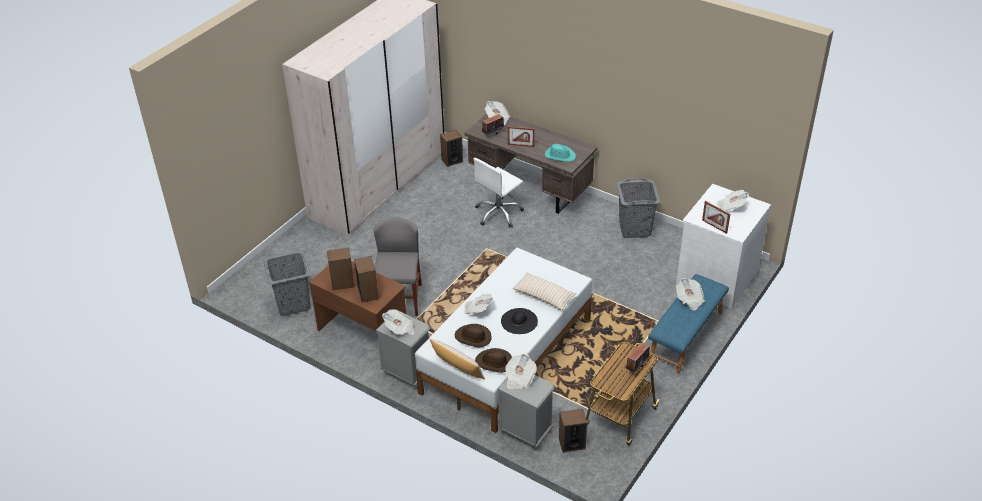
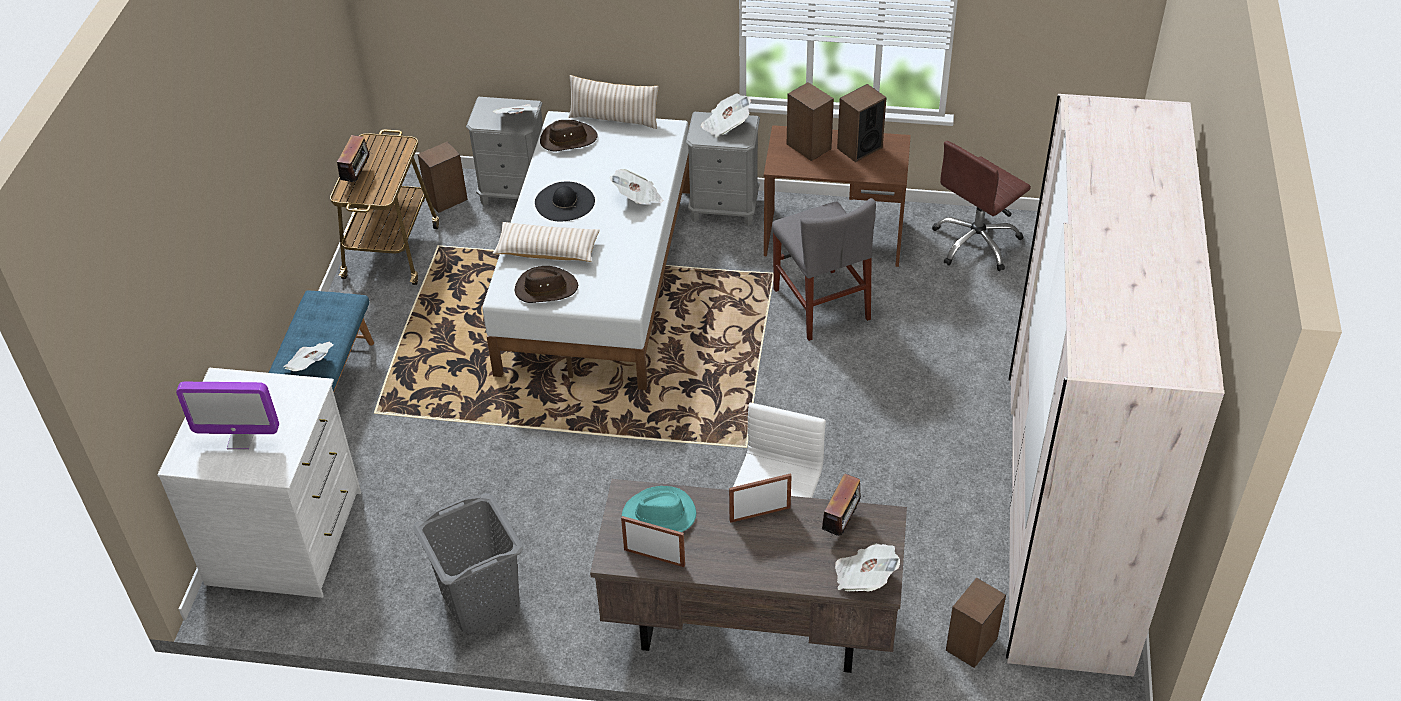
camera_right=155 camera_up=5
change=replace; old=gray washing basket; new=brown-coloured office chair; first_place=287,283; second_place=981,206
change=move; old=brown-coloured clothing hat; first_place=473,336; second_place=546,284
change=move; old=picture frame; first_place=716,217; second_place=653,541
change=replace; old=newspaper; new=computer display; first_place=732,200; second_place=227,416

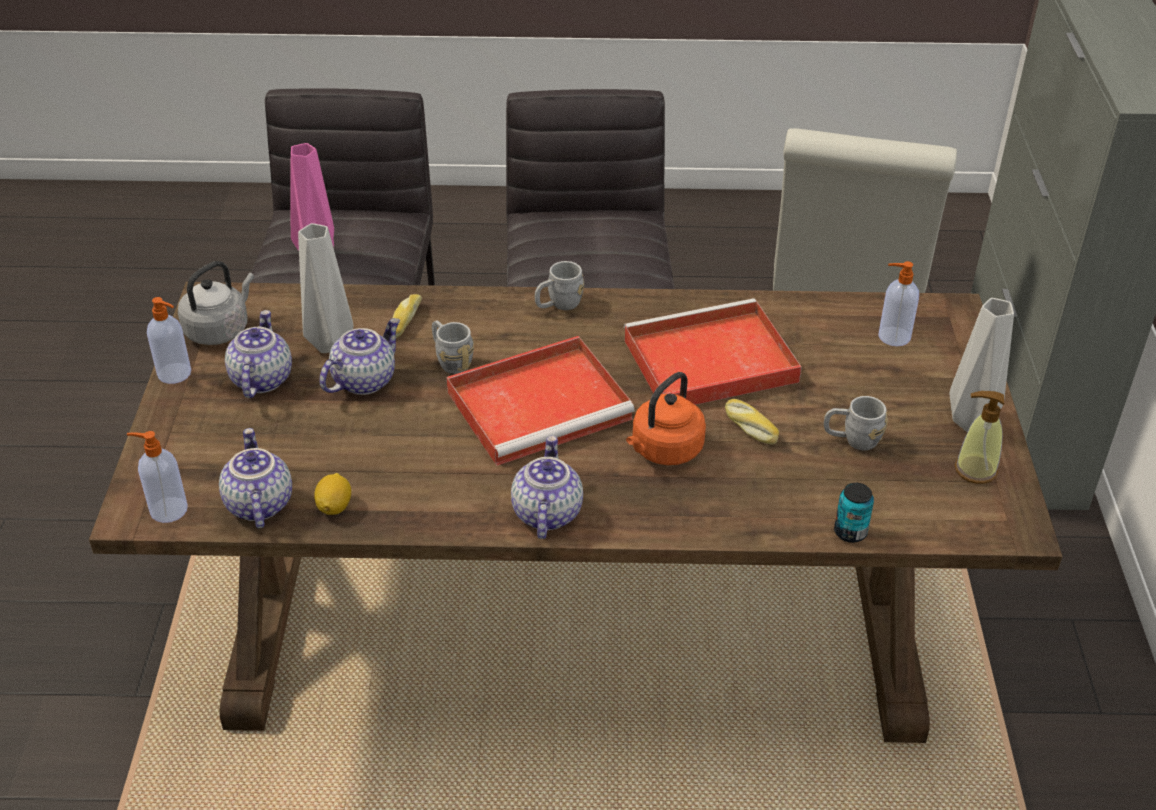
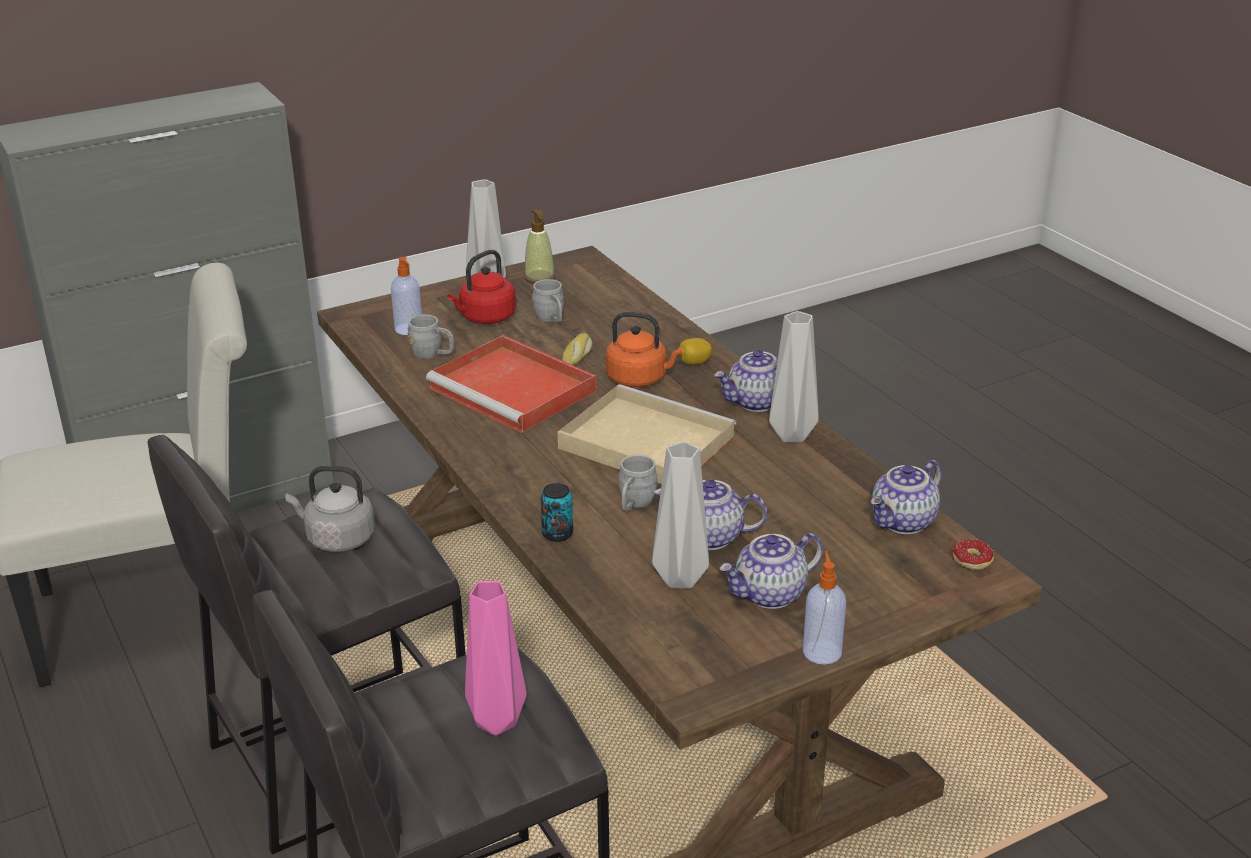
camera_right=-120 camera_up=-10
change=replace; old=soap bottle; new=ring doughnut; first_place=157,477; second_place=973,554
change=move; old=gray water kettle; first_place=216,303; second_place=330,509
change=move; old=whole lemon; first_place=332,494; second_place=695,351
change=delete; old=baked bread; first_place=407,316
change=recolor; old=red-coloured tray; new=sand-coloured tray; first_place=541,401; second_place=646,434
change=move; old=gray tea mug; first_place=559,285; second_place=430,336
change=move; old=metal can; first_place=854,513; second_place=557,512
change=insert; new=red-coloured water kettle; second_place=481,287
change=insert; new=gray flower vase; second_place=794,376

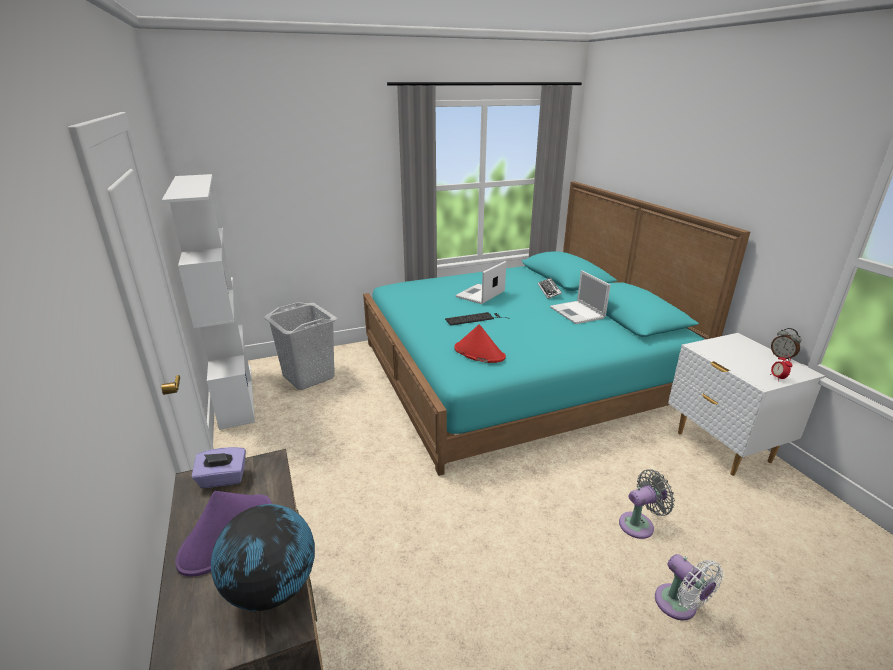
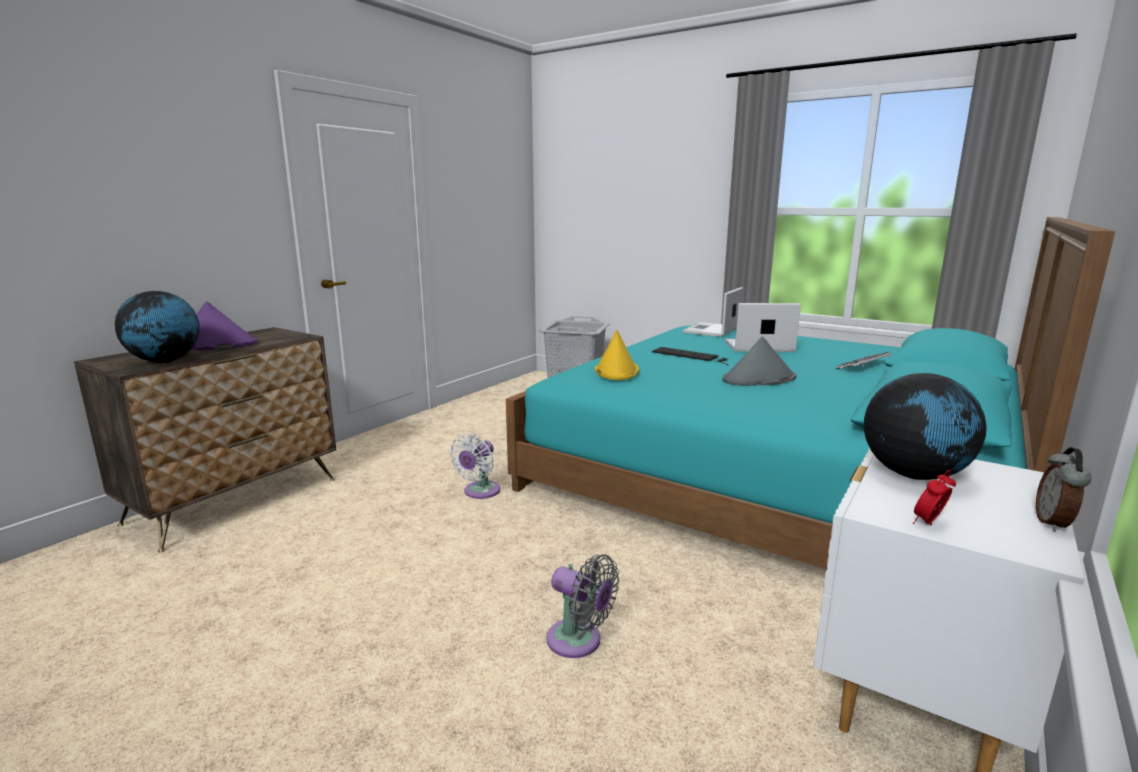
camera_right=55 camera_up=-10
change=delete; old=white-coloured bookcase; first_place=208,302
change=delete; old=purple-coloured tissue box; first_place=218,467
change=recolor; old=red-coloured clothing hat; new=yellow-coloured clothing hat; first_place=480,343; second_place=617,355
change=move; old=notebook computer; first_place=580,297; second_place=712,312
change=move; old=white-coloured electric fan; first_place=689,587; second_place=475,466
change=insert; new=gray clothing hat; second_place=759,361
change=insert; new=desk globe; second_place=925,426

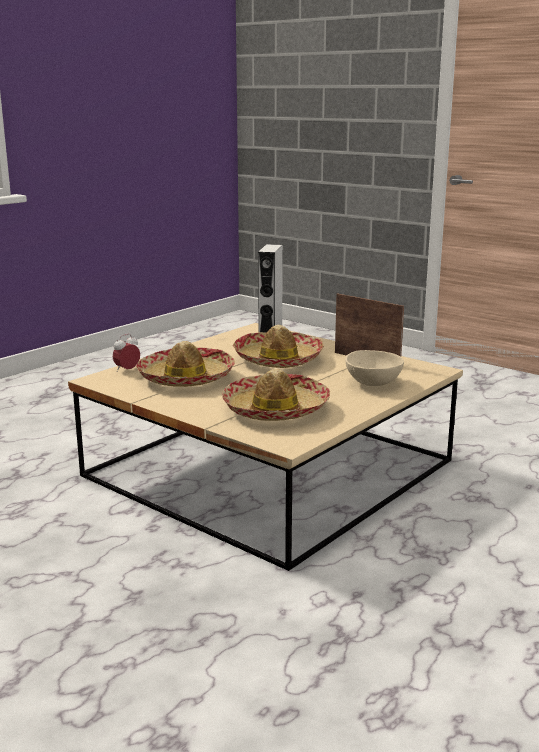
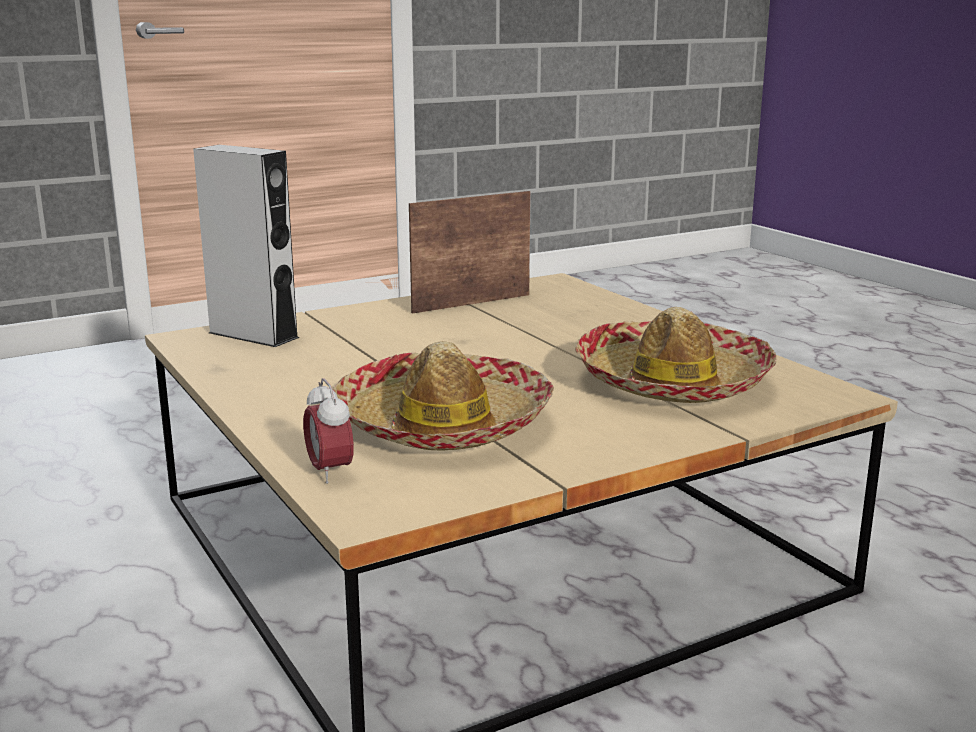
camera_right=-70 camera_up=0
change=delete; old=clothing hat; first_place=278,346
change=delete; old=sand-coloured deep dish; first_place=374,368

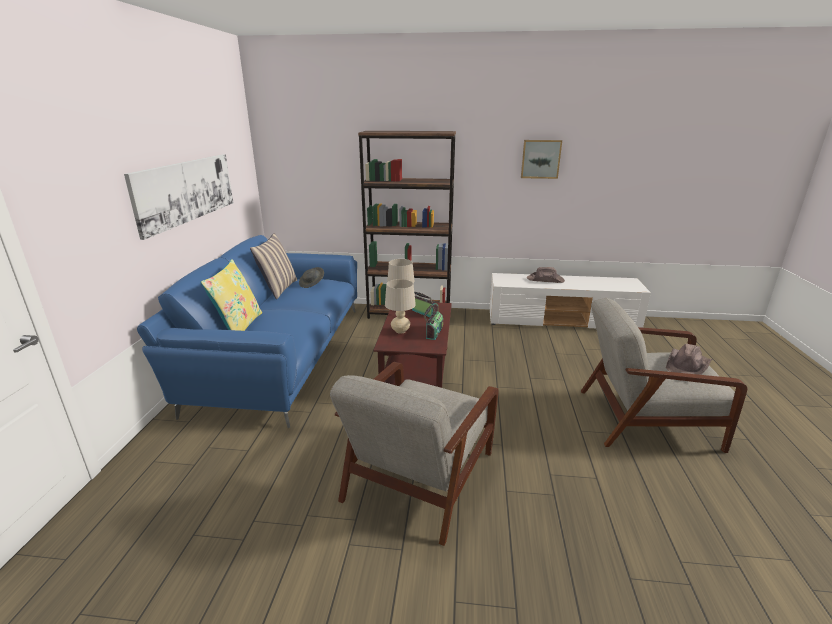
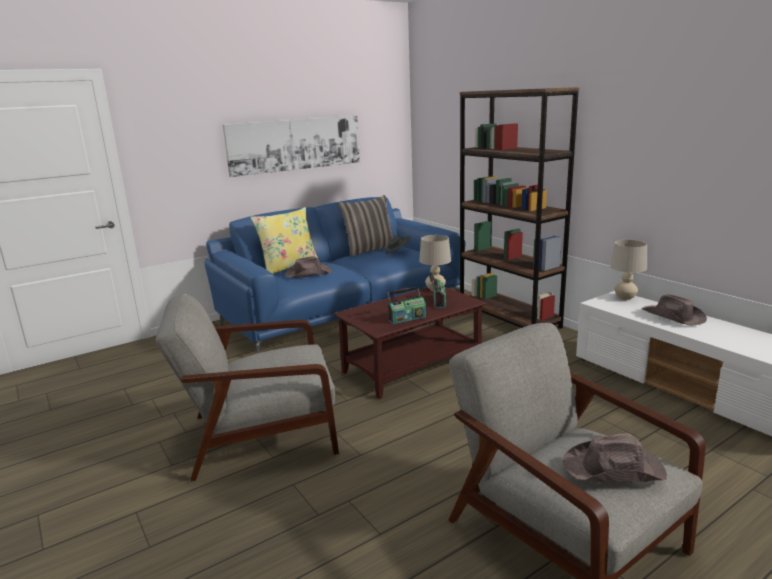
camera_right=50 camera_up=-5
change=move; old=sand-coloured tabletop lamp; first_place=400,306; second_place=628,270
change=delete; old=wall art; first_place=541,159
change=insert; new=brown-coloured clothing hat; second_place=308,267

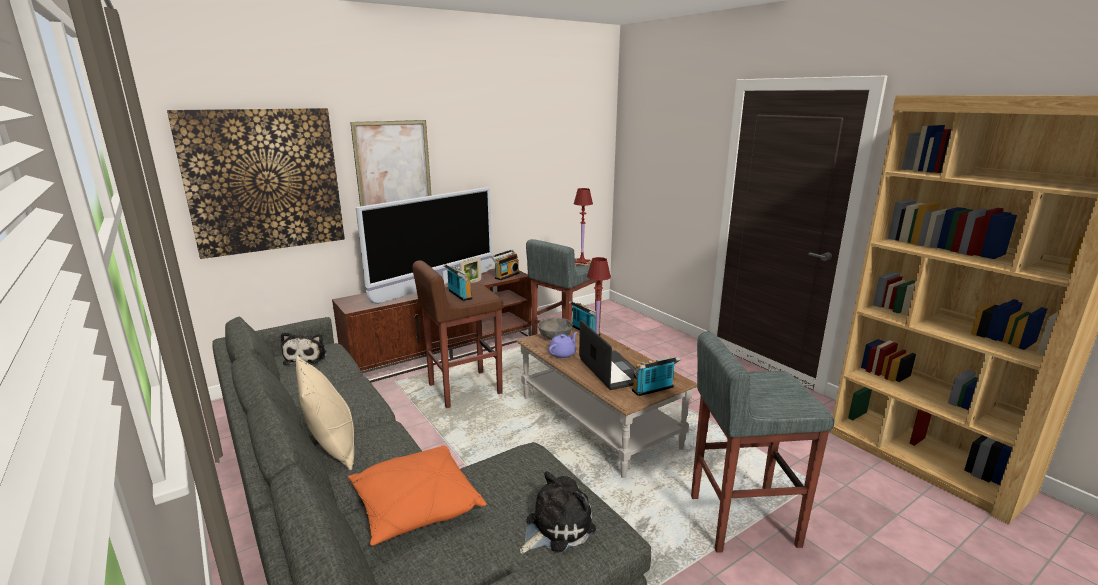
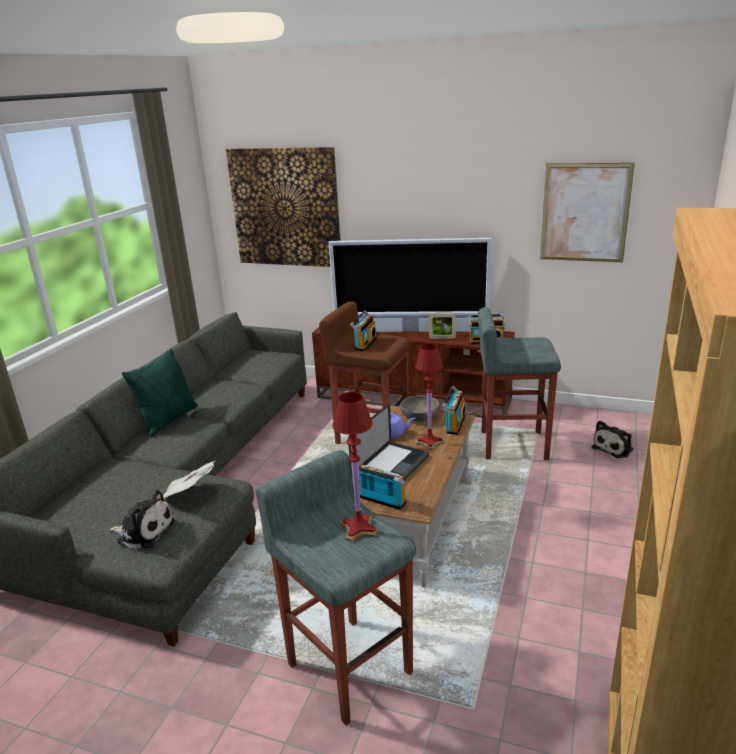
camera_right=55 camera_up=5
change=move; old=soft toy; first_place=304,348; second_place=612,439
change=recolor; old=sand-coloured cushion; new=greenish cushion; first_place=325,413; second_place=160,393
change=delete; old=orange-coloured cushion; first_place=417,495
change=move; old=wall art; first_place=391,163; second_place=587,212
change=move; old=red-coloured tabletop lamp; first_place=583,227; second_place=355,467
change=insert; new=newspaper; second_place=189,479

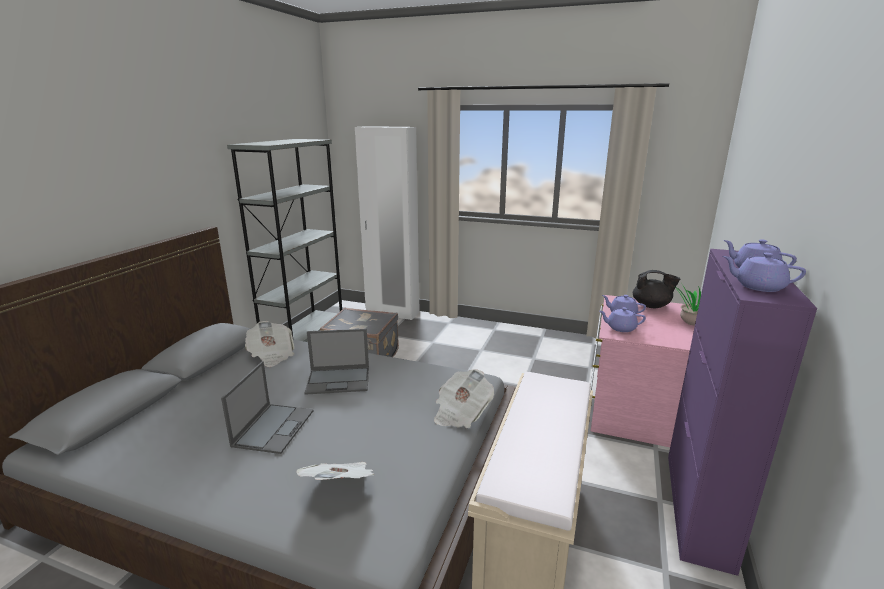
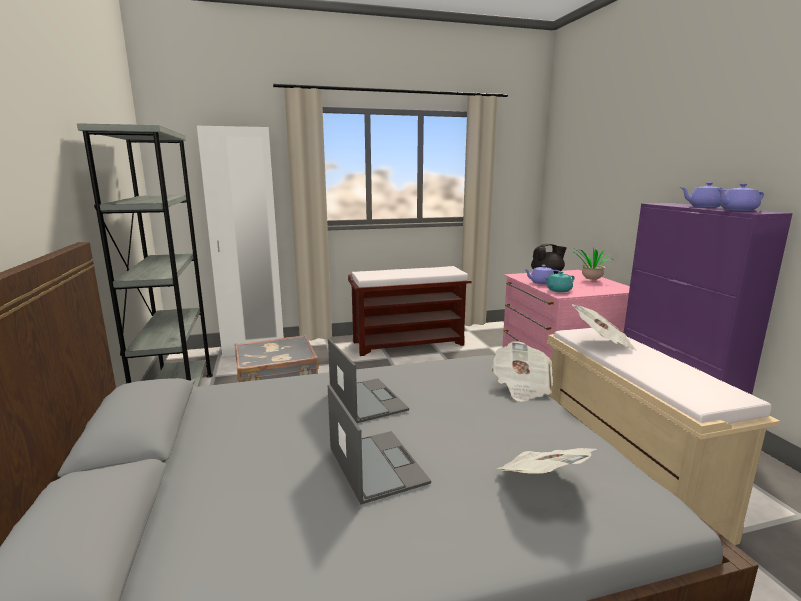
camera_right=-35 camera_up=-5
change=move; old=newspaper; first_place=269,344; second_place=605,327
change=rotate; old=notebook computer; first_place=337,362; second_place=368,381; degrees=-75
change=recolor; old=purple-coloured teapot; new=blue-green teapot; first_place=622,319; second_place=559,281
change=insert; new=brown-coloured indoor bench; second_place=409,311

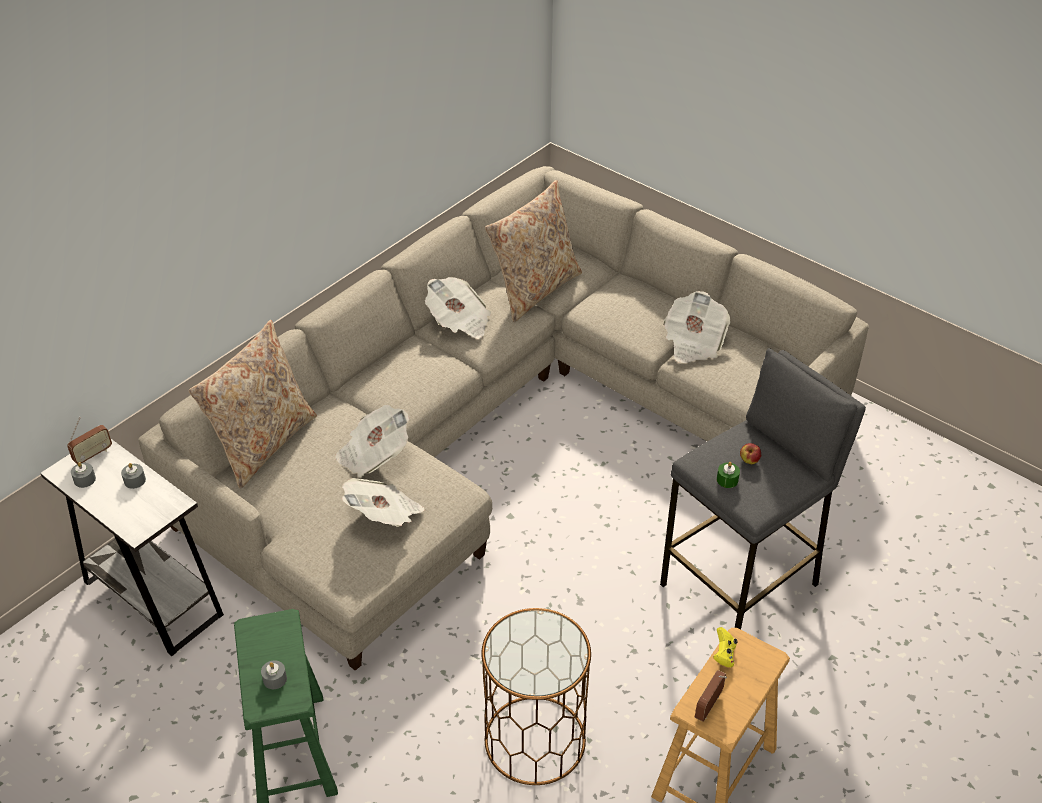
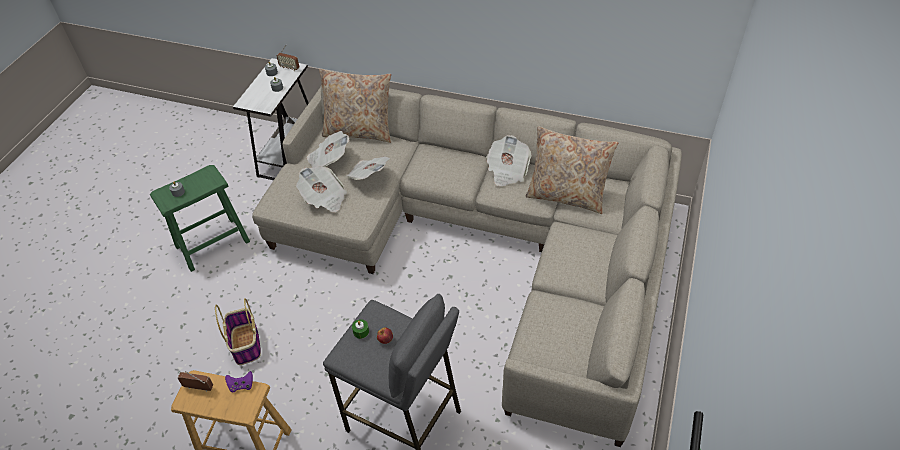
camera_right=70 camera_up=5
change=replace; old=brown-coloured accent table; new=household basket; first_place=536,696; second_place=238,331
change=move; old=newspaper; first_place=697,327; second_place=328,149
change=recolor; old=yellow-coloured gamepad; new=purple-coloured gamepad; first_place=725,647; second_place=239,381

